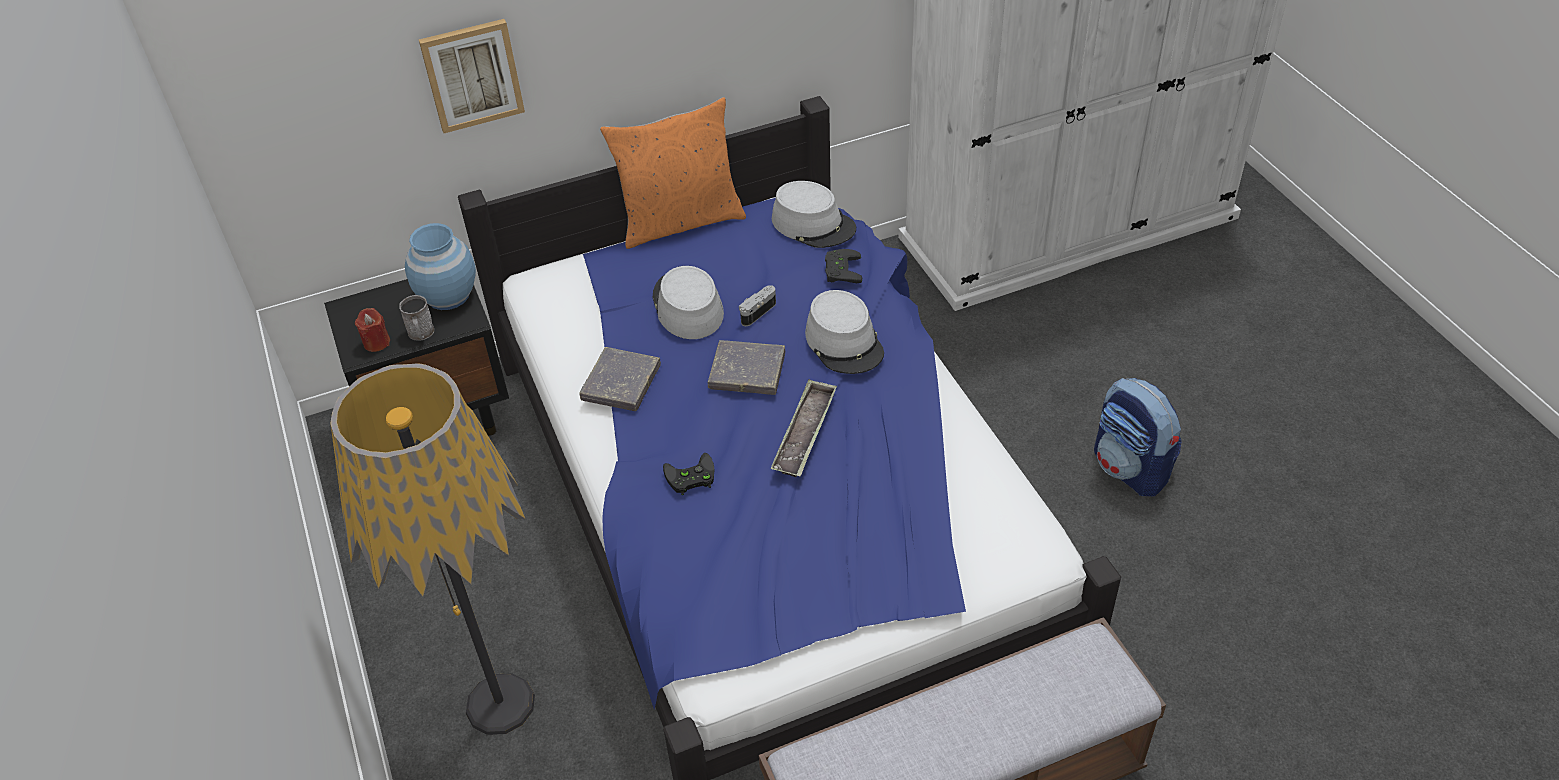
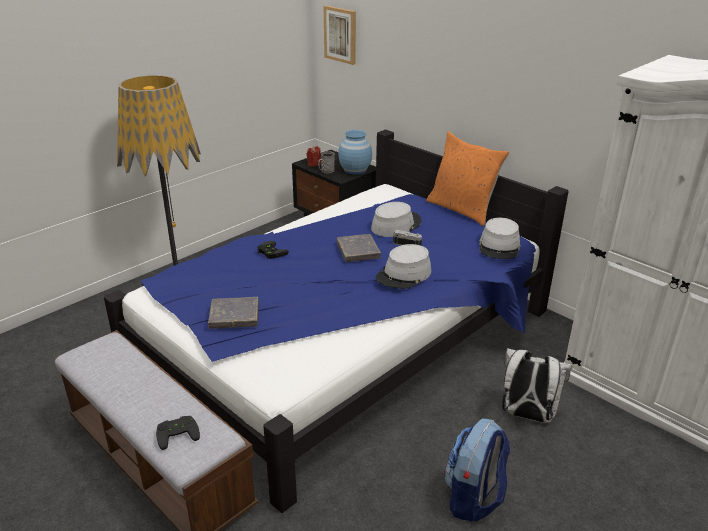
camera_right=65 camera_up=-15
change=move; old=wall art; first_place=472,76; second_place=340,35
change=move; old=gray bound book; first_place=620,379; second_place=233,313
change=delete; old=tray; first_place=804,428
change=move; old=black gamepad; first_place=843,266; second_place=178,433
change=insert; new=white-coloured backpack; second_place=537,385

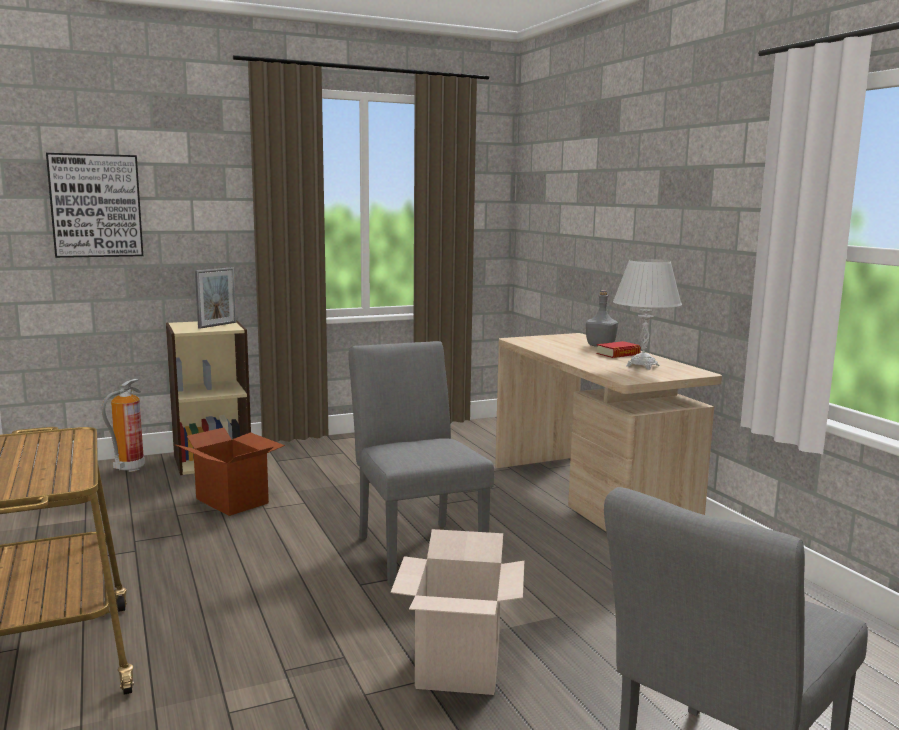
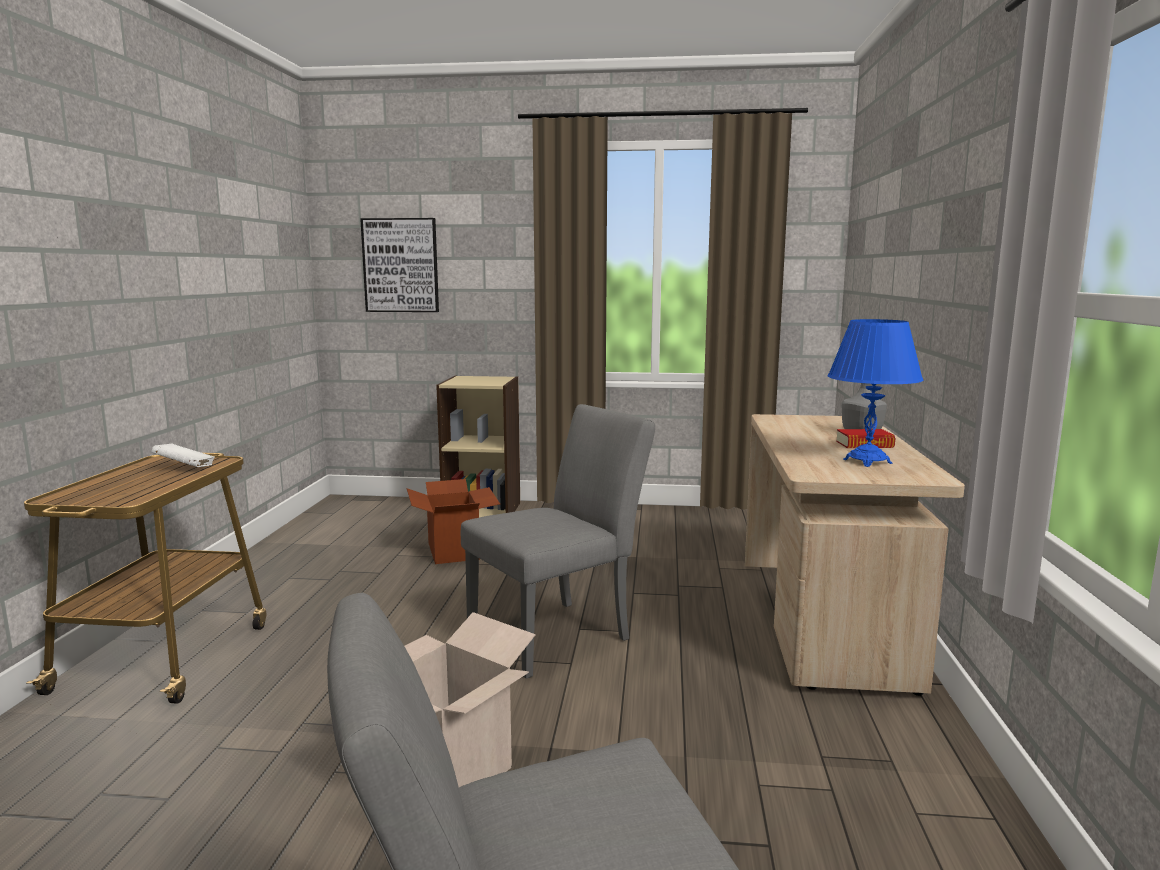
camera_right=30 camera_up=0
change=delete; old=fire-fighting cylinder; first_place=123,425
change=delete; old=picture frame; first_place=215,298
change=rotate; old=gray chair; first_place=421,463; second_place=558,541; degrees=45
change=recolor; old=white-coloured tabletop lamp; new=blue-coloured tabletop lamp; first_place=647,314; second_place=875,393
change=insert; new=white-coloured bound book; second_place=183,455

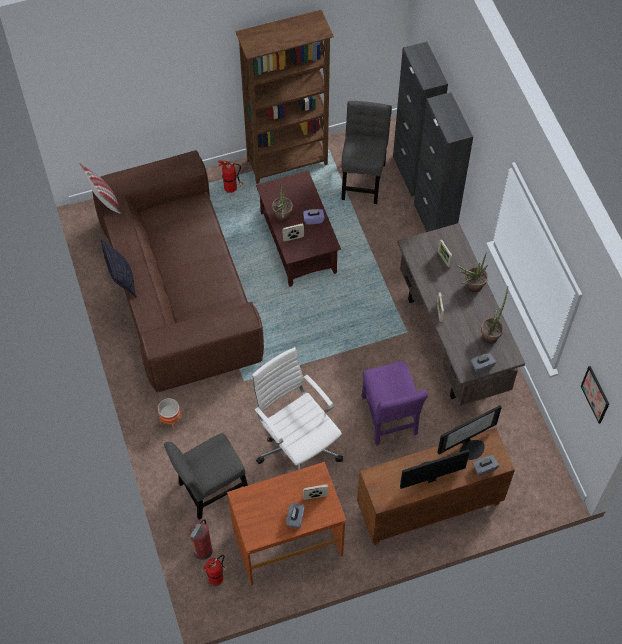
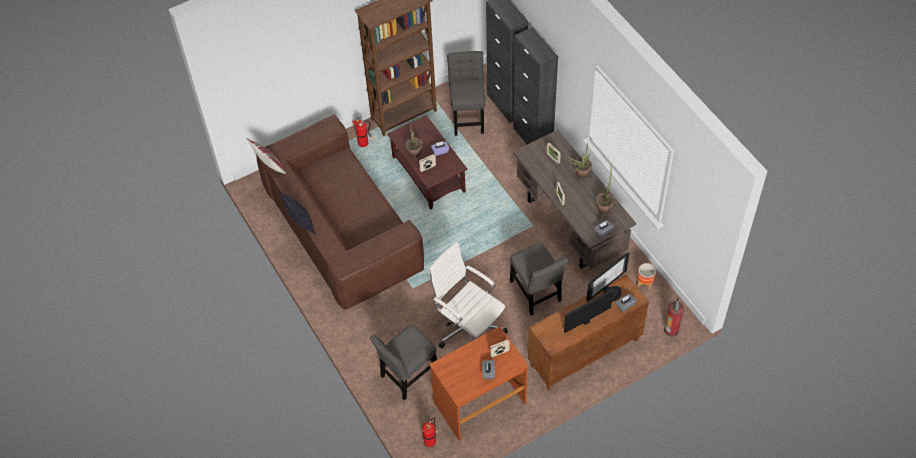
camera_right=-10 camera_up=-5
change=move; old=planter; first_place=170,414; second_place=646,276
change=move; old=fire-fighting cylinder; first_place=201,539; second_place=674,317
change=recolor; old=purple-coloured chair; new=gray chair; first_place=394,403; second_place=539,279
change=delete; old=wall art; first_place=595,395

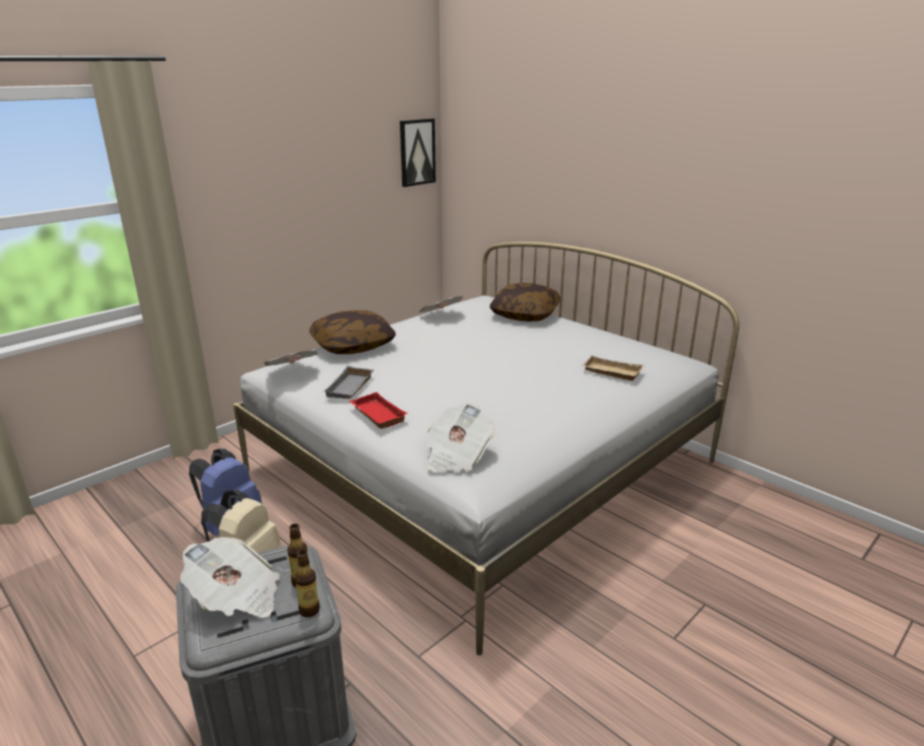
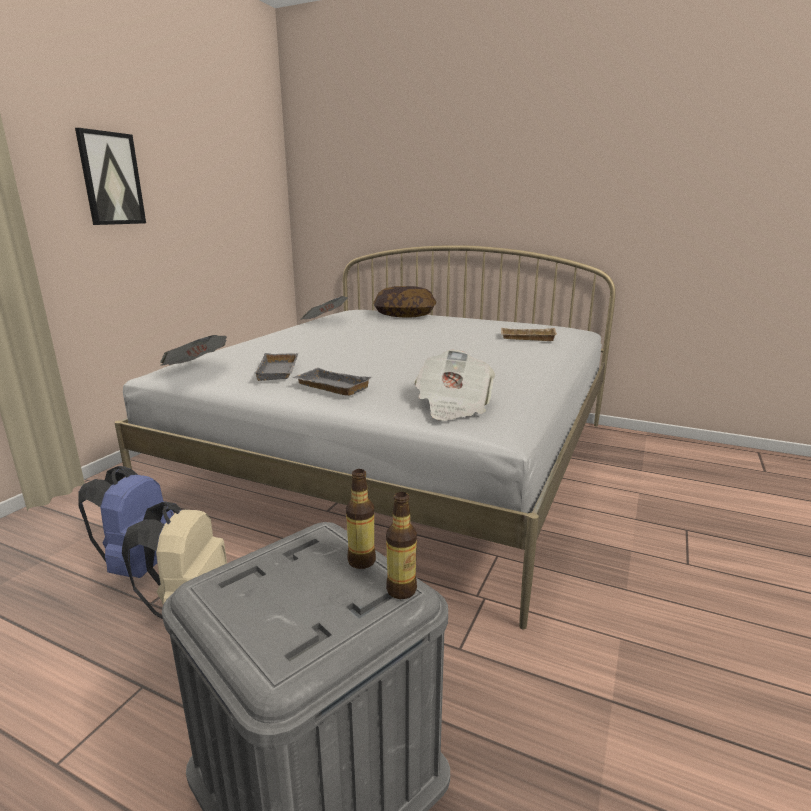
camera_right=-20 camera_up=-5
change=delete; old=newspaper; first_place=230,577
change=delete; old=cushion; first_place=352,332
change=recolor; old=red-coloured tray; new=gray tray; first_place=378,410; second_place=332,382
change=move; old=wall art; first_place=418,152; second_place=110,176

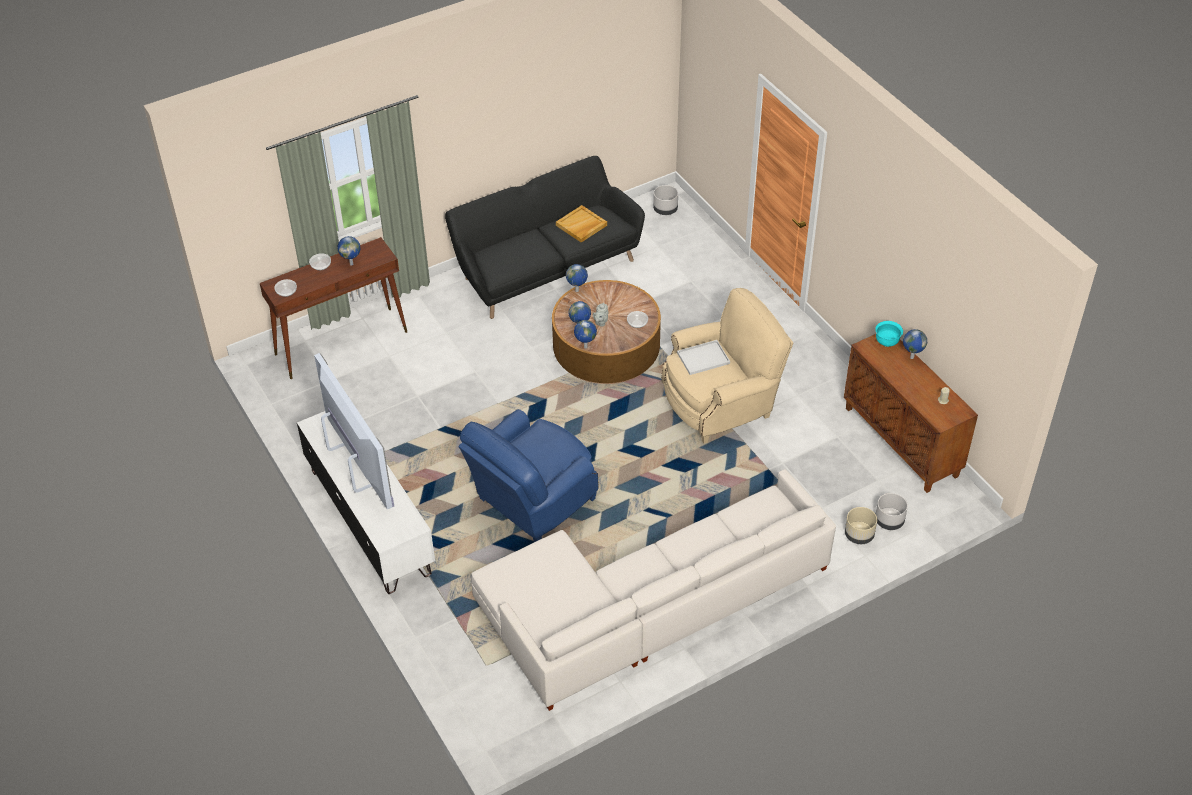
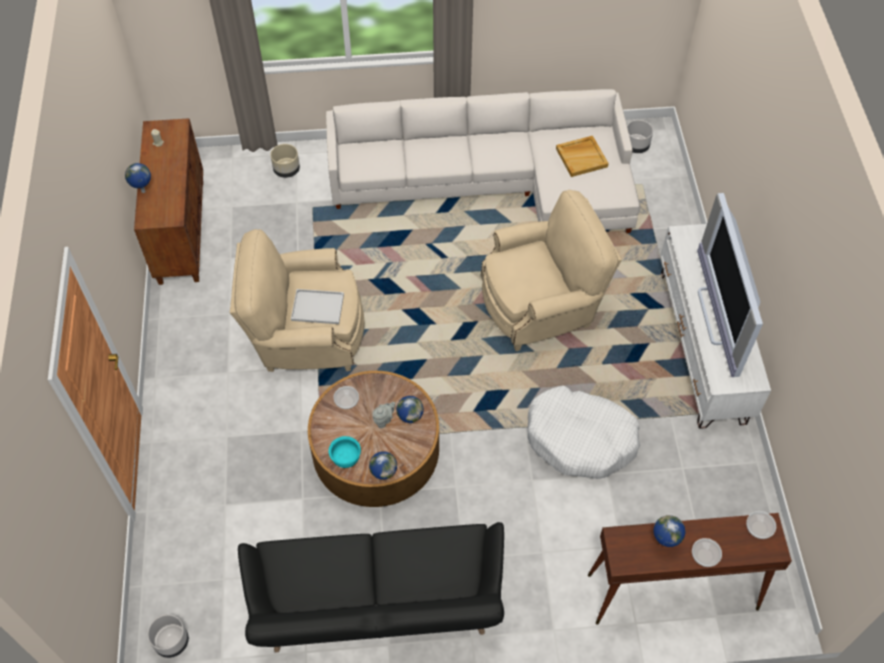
camera_right=-155 camera_up=10
change=recolor; old=blue-coloured lounge chair; new=sand-coloured lounge chair; first_place=528,475; second_place=551,270
change=move; old=sand-coloured tray; first_place=581,224; second_place=582,156
change=delete; old=desk globe; first_place=585,334
change=move; old=blue-green deep dish; first_place=889,334; second_place=345,452
change=move; old=gray planter; first_place=892,511; second_place=640,136
change=insert; new=white-coloured dog bed; second_place=583,432

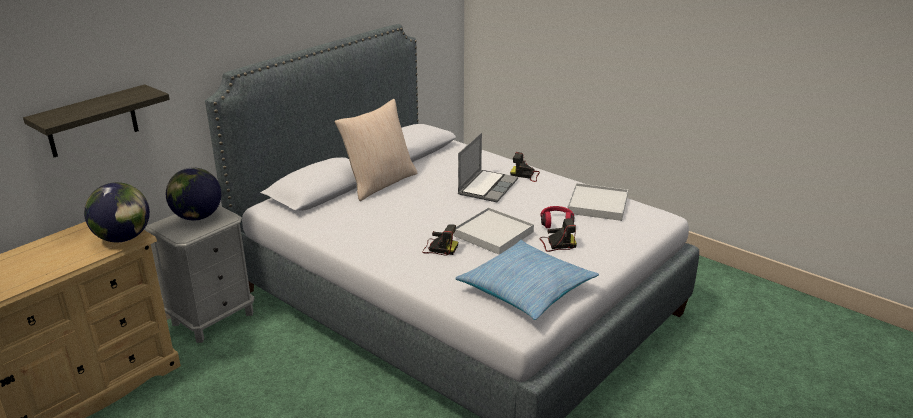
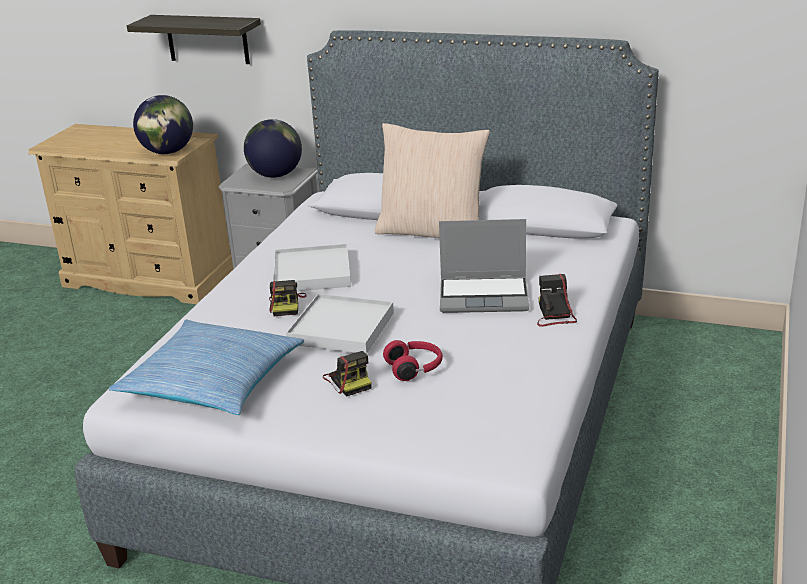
camera_right=70 camera_up=0
change=move; old=white-coloured tray; first_place=598,202; second_place=312,267

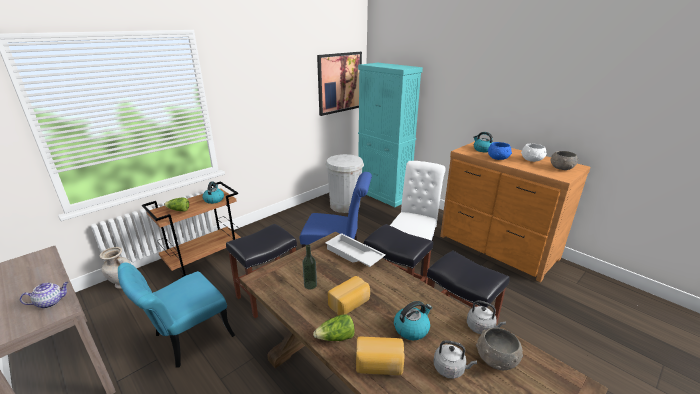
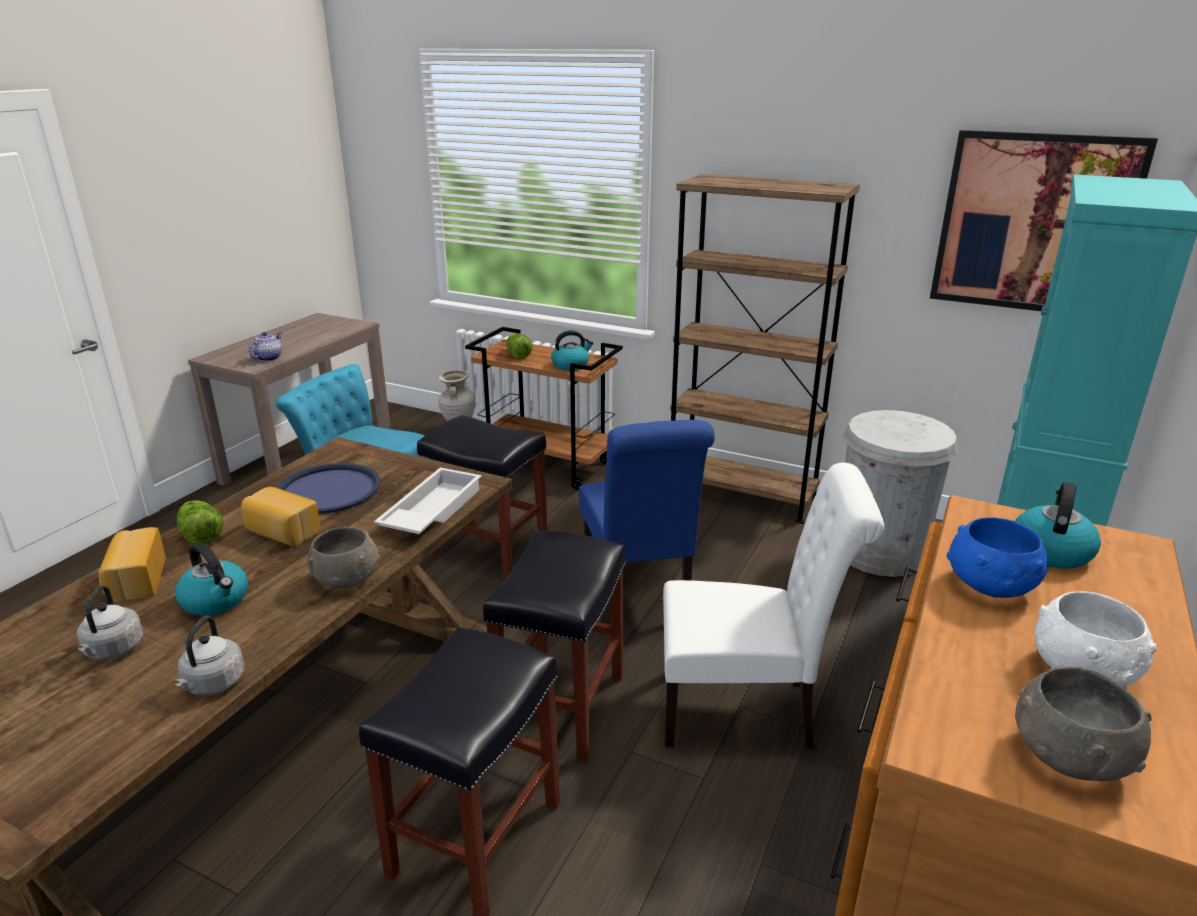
camera_right=70 camera_up=0
change=rotate; old=teapot; first_place=44,295; second_place=265,346; degrees=-105
change=replace; old=bottle; new=blue-coloured tray; first_place=309,267; second_place=328,488
change=move; old=gray deep dish; first_place=499,348; second_place=343,558
change=insert; new=brown-coloured bookcase; second_place=765,349

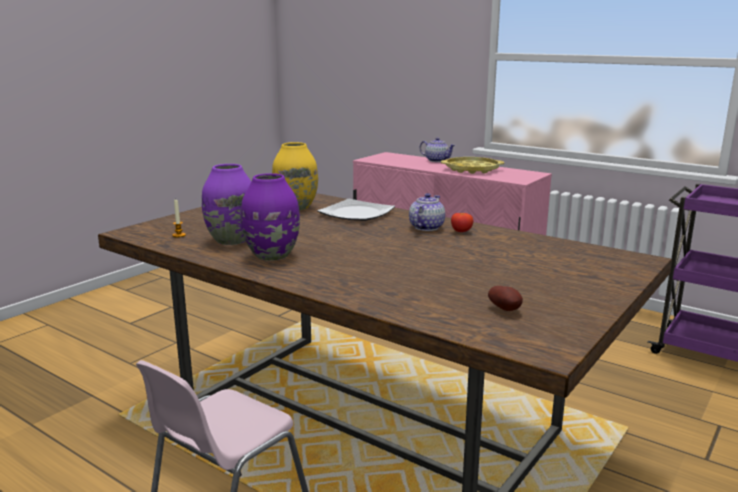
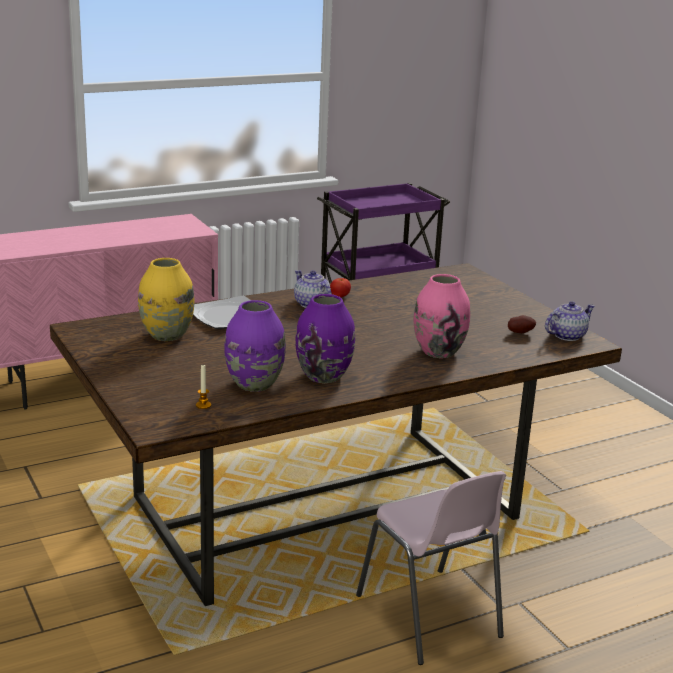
camera_right=-65 camera_up=5
change=move; old=teapot; first_place=437,149; second_place=570,321
change=delete; old=yellow-coloured tray; first_place=472,165
change=insert; new=pink flower vase; second_place=442,316

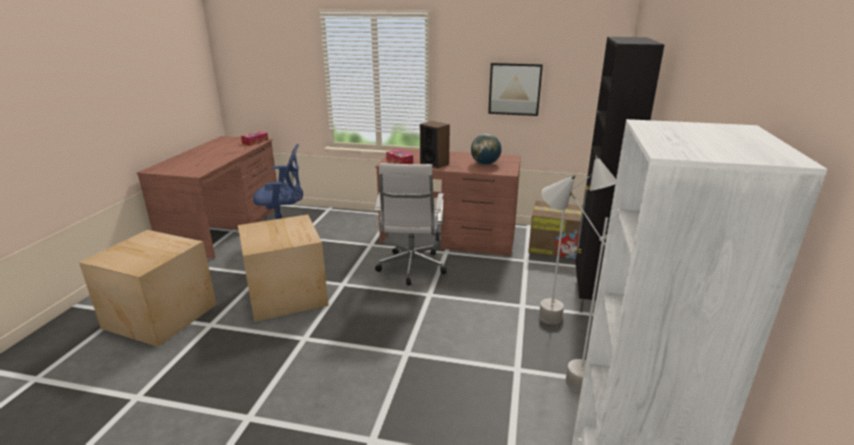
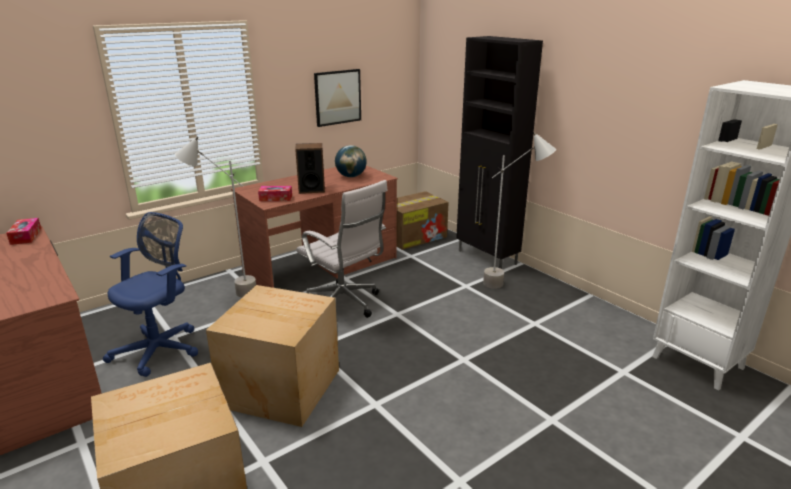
camera_right=-50 camera_up=0
change=move; old=gray standing lamp; first_place=575,284; second_place=215,217

